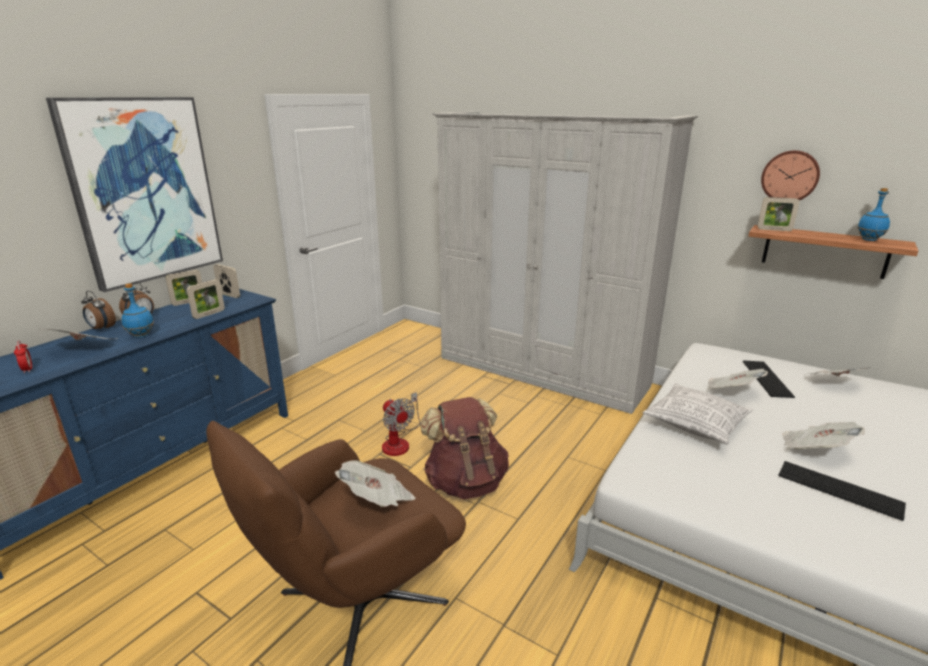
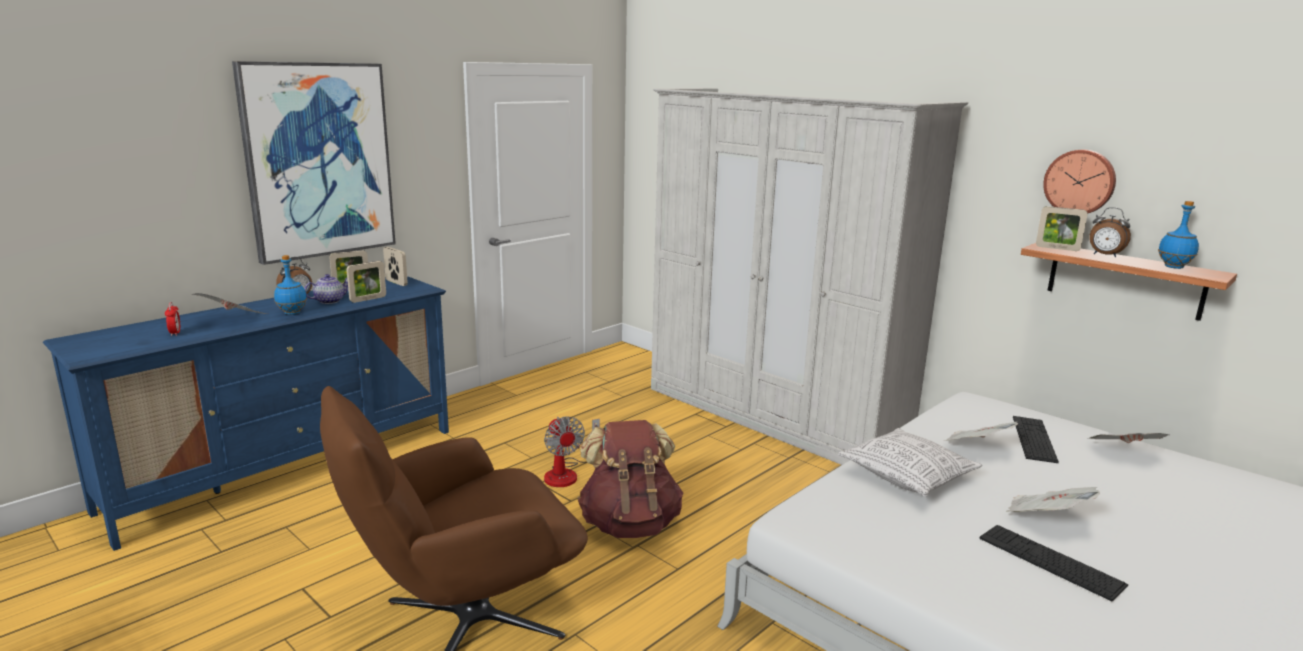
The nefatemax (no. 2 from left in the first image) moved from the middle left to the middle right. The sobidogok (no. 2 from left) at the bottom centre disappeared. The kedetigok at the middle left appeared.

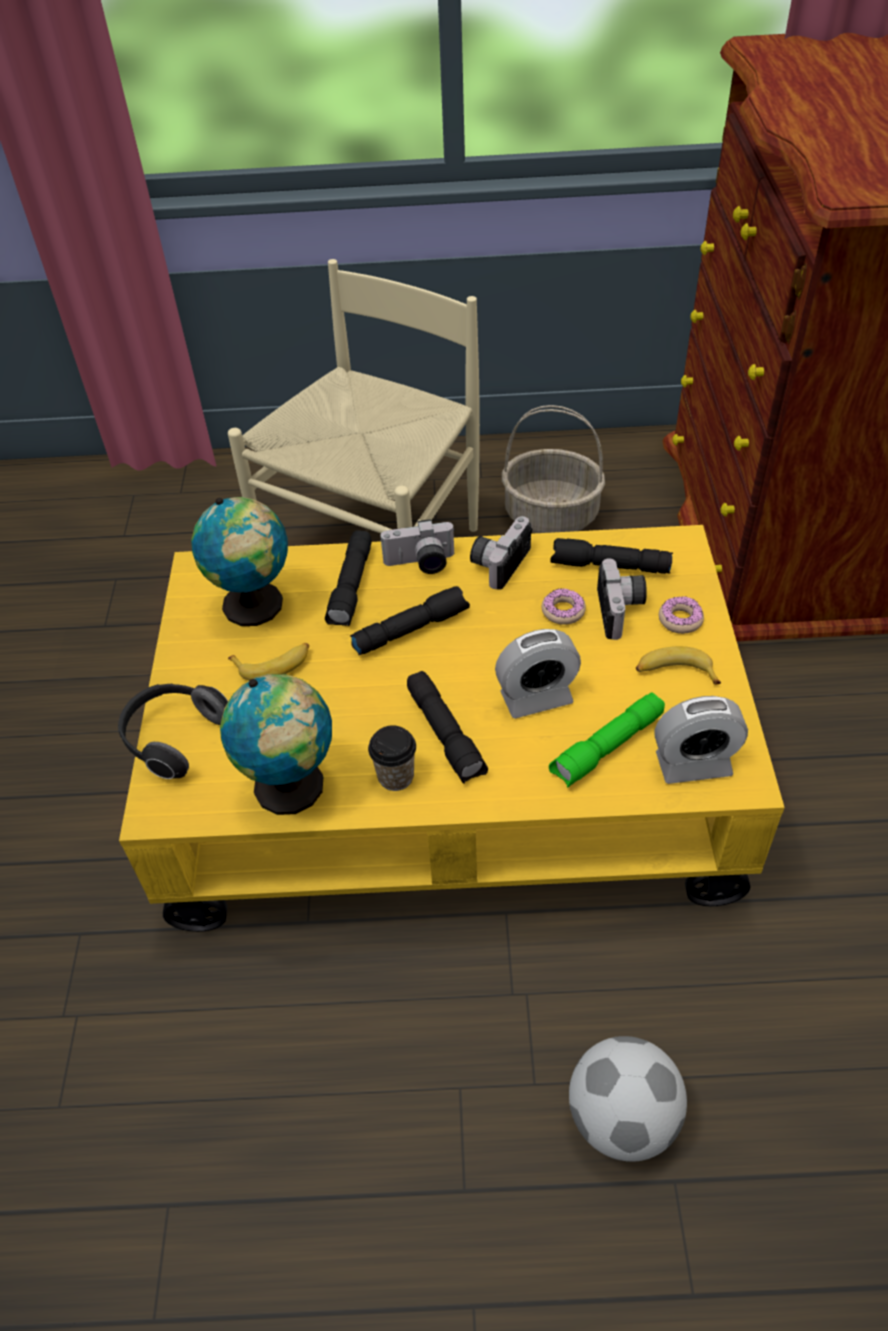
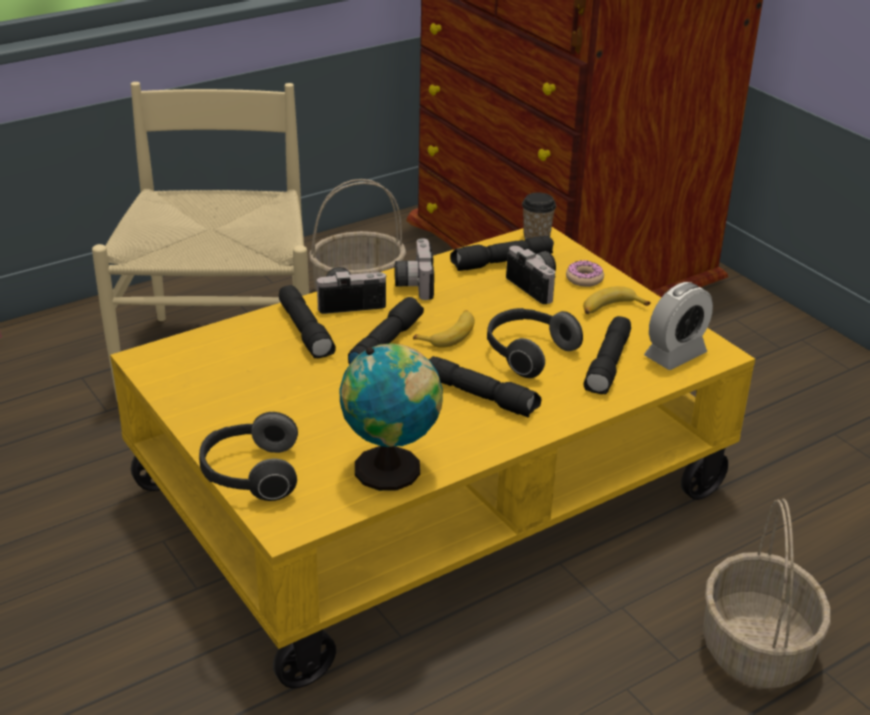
The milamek (no. 1 from left) at the middle left disappeared. The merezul (no. 1 from left) moved from the middle left to the centre. The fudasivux moved from the centre to the top centre. The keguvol (no. 1 from left) at the centre turned 150 degrees counterclockwise. The nefatemax (no. 1 from left) at the centre was replaced by the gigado (no. 2 from left) at the centre. The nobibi (no. 1 from left) at the centre disappeared. The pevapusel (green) at the middle right became the pevapusel (black) (no. 5 from left) at the middle right. The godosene at the bottom right was replaced by the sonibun (no. 2 from left) at the bottom right.

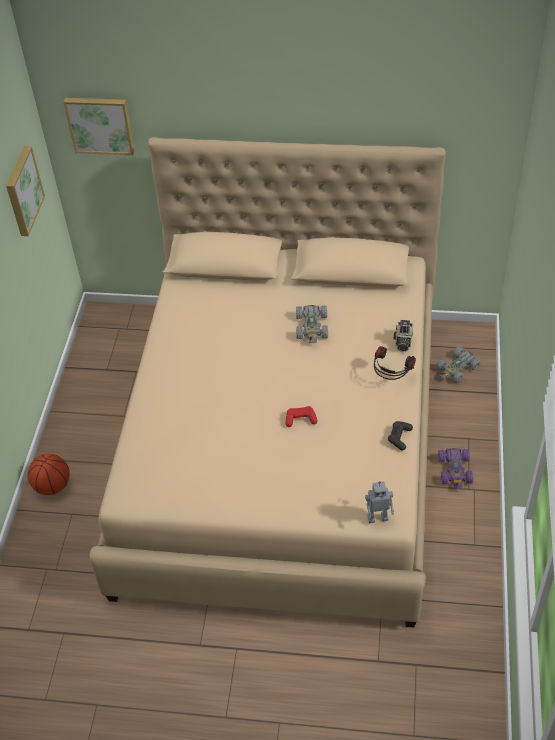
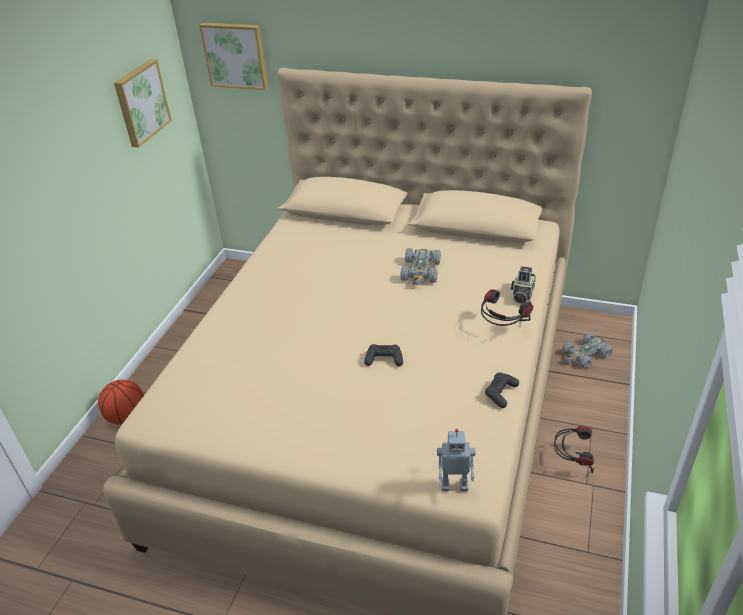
The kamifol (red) at the centre became the kamifol (black) (no. 1 from left) at the centre. The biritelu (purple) at the middle right was replaced by the gigado (no. 2 from left) at the bottom right.

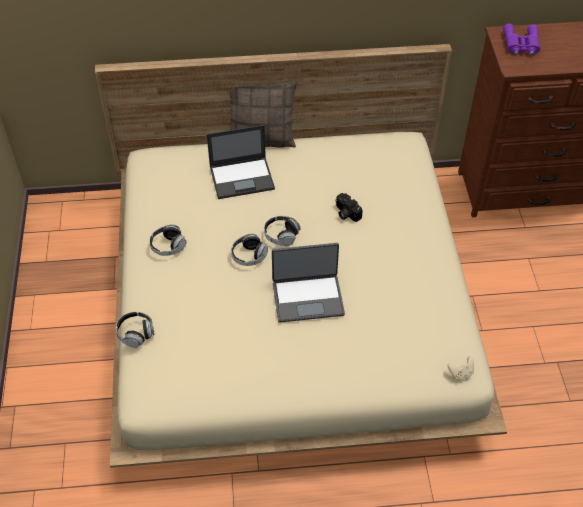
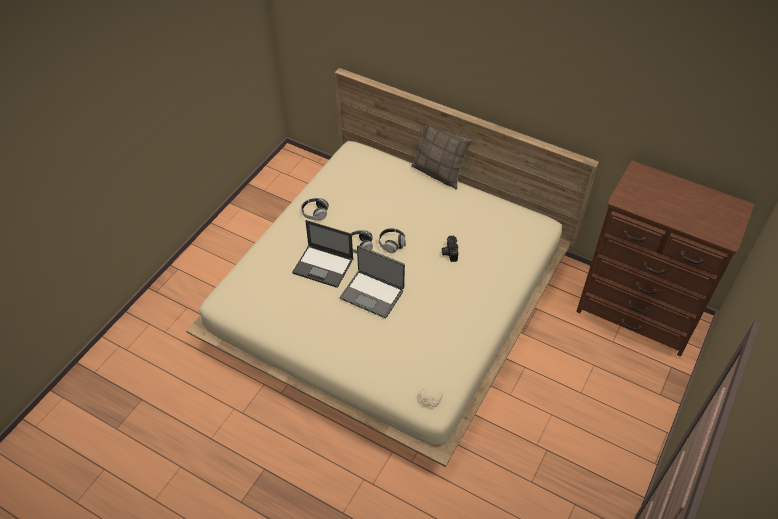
The gigado (no. 1 from left) at the middle left disappeared. The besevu (no. 1 from left) moved from the top centre to the centre. The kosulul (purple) at the top right disappeared.

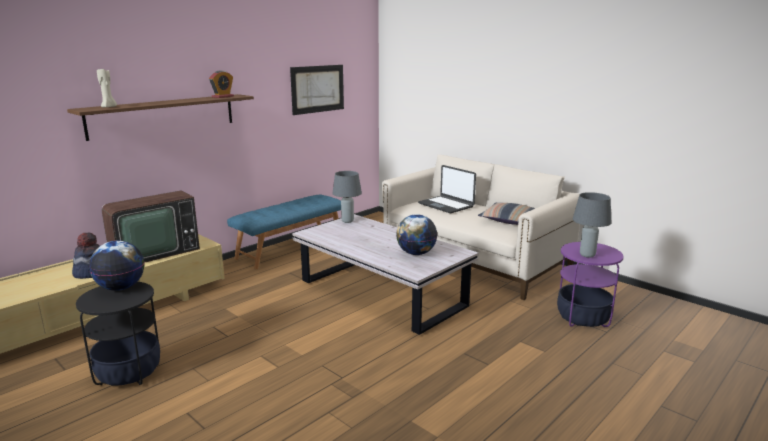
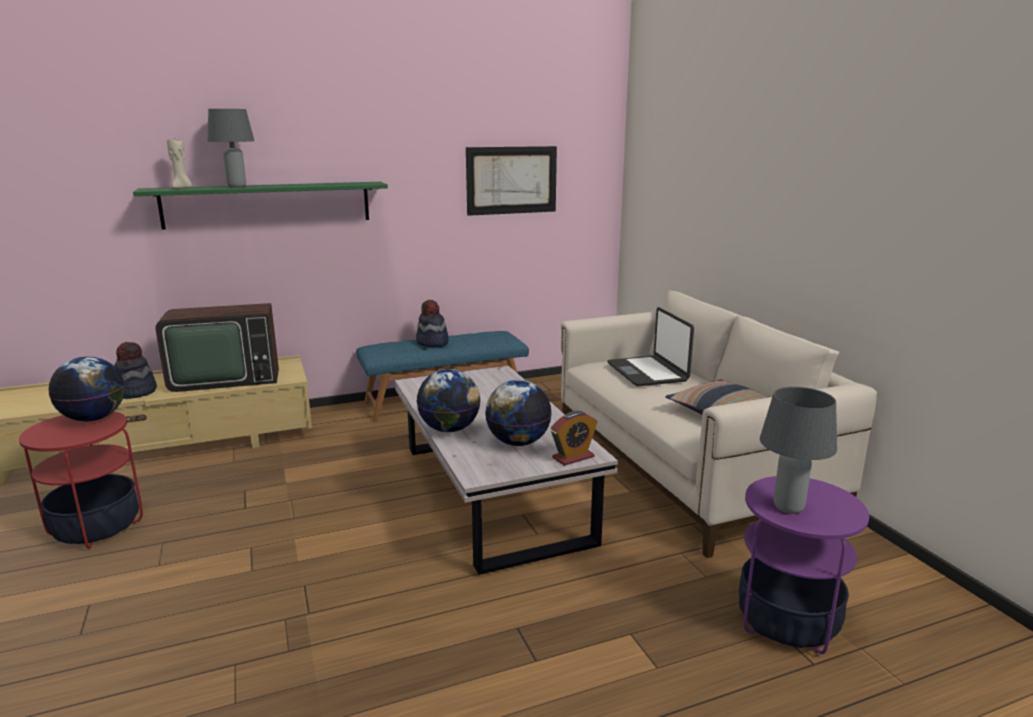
The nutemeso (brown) at the top left became the nutemeso (green) at the top left. The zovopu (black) at the bottom left became the zovopu (red) at the bottom left. The nefatemax moved from the top left to the centre. The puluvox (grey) (no. 1 from left) moved from the centre to the top left. The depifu (no. 2 from left) at the centre appeared. The milamek (no. 2 from left) at the centre appeared.

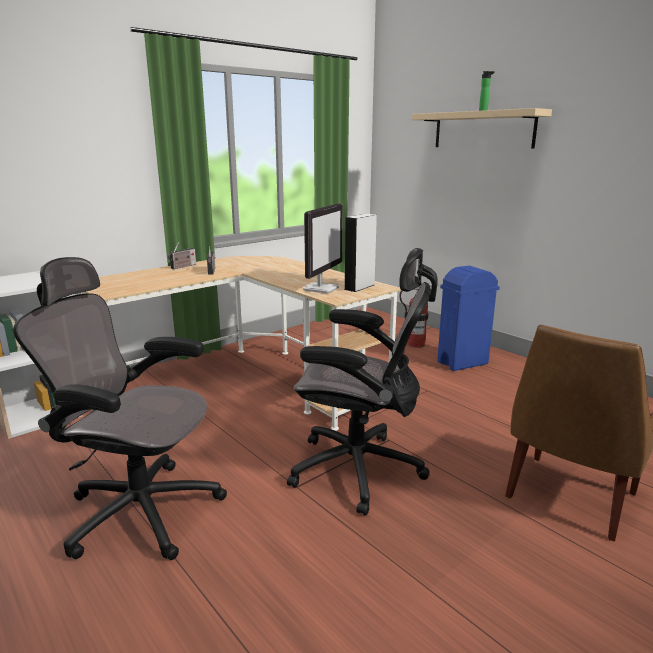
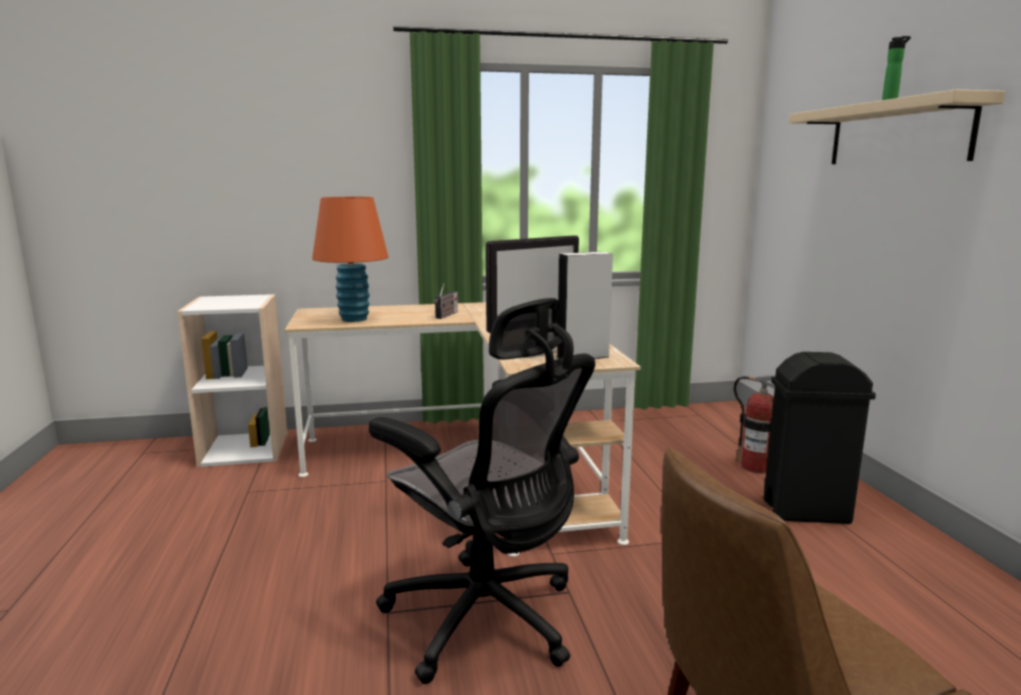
The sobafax (no. 1 from left) at the middle left disappeared. The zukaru (no. 1 from left) at the middle left disappeared. The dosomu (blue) at the middle right became the dosomu (black) at the middle right. The puluvox (orange) at the centre appeared.

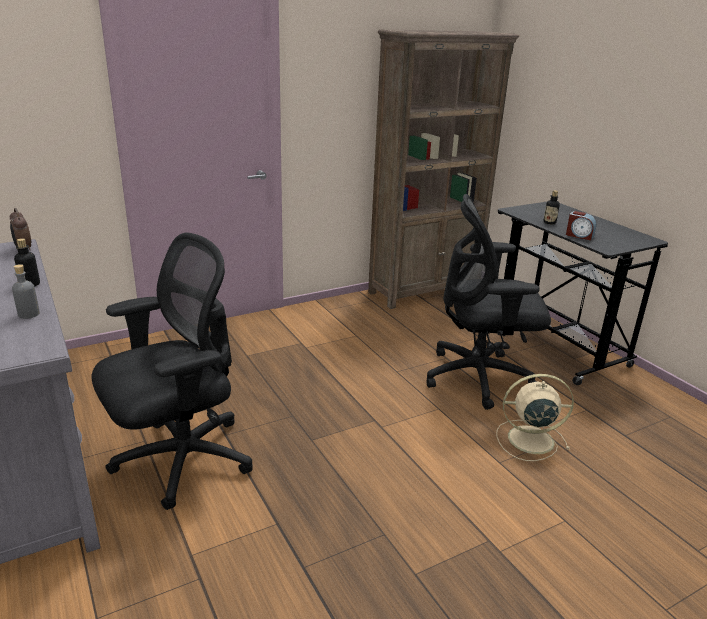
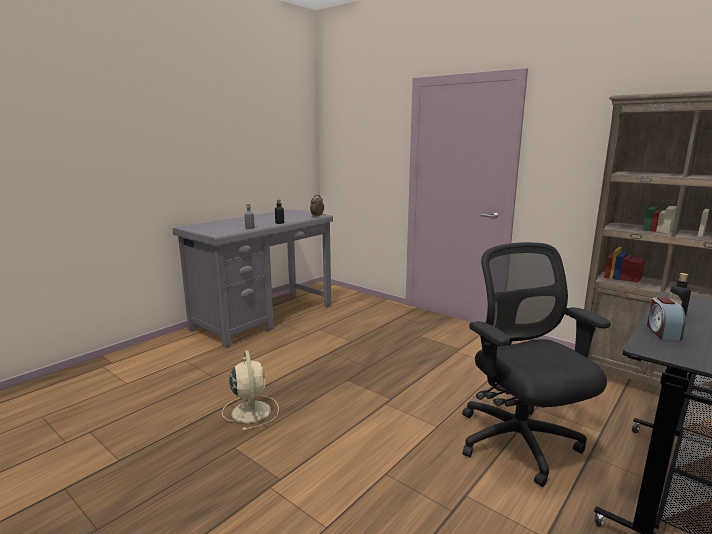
The sobafax (black) (no. 1 from left) at the middle left disappeared. The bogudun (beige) moved from the bottom right to the bottom centre.

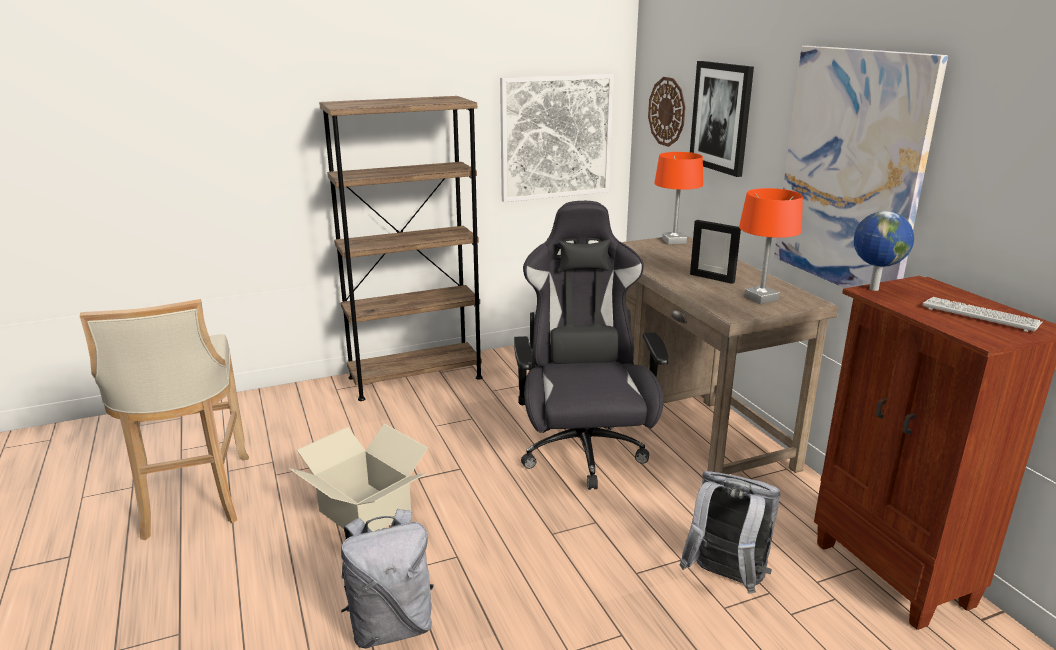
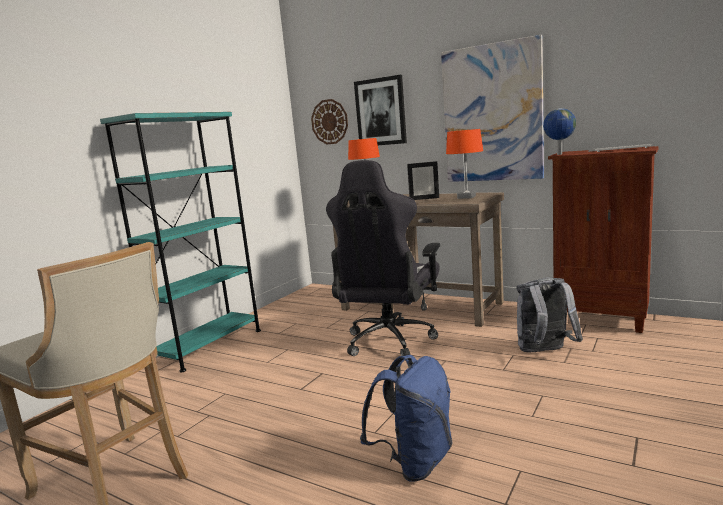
The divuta at the bottom centre disappeared. The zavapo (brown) at the centre became the zavapo (turquoise) at the middle left. The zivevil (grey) (no. 1 from left) at the bottom centre became the zivevil (blue) at the bottom centre. The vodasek (no. 1 from left) at the top centre disappeared. The sobafax (black) at the centre turned 120 degrees counterclockwise.

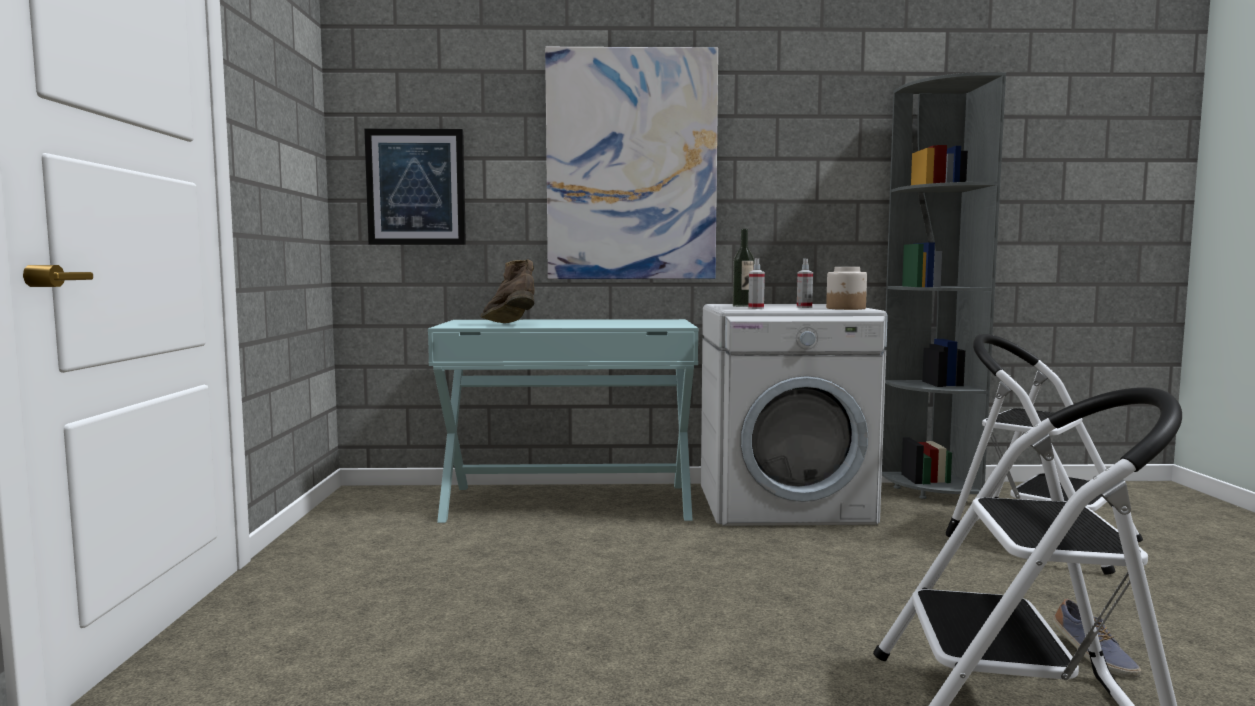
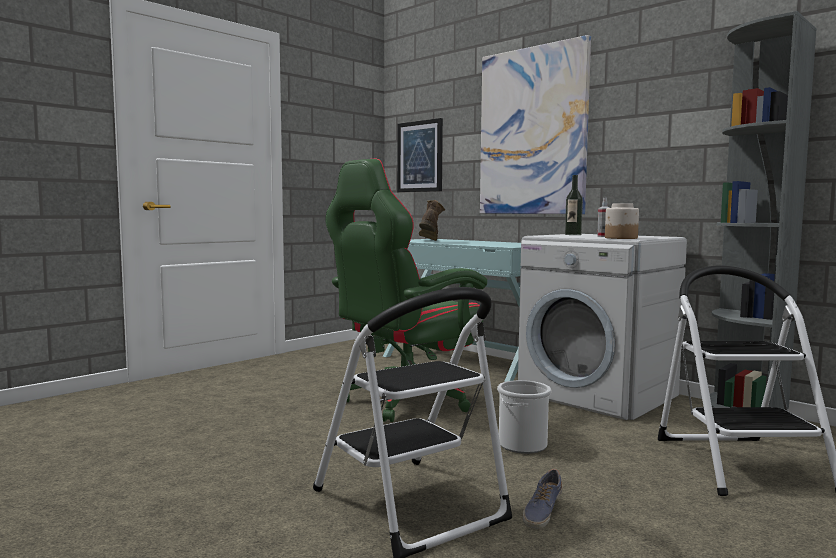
The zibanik (no. 1 from left) at the centre disappeared. The sobafax (green) at the centre appeared. The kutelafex at the bottom centre appeared.

